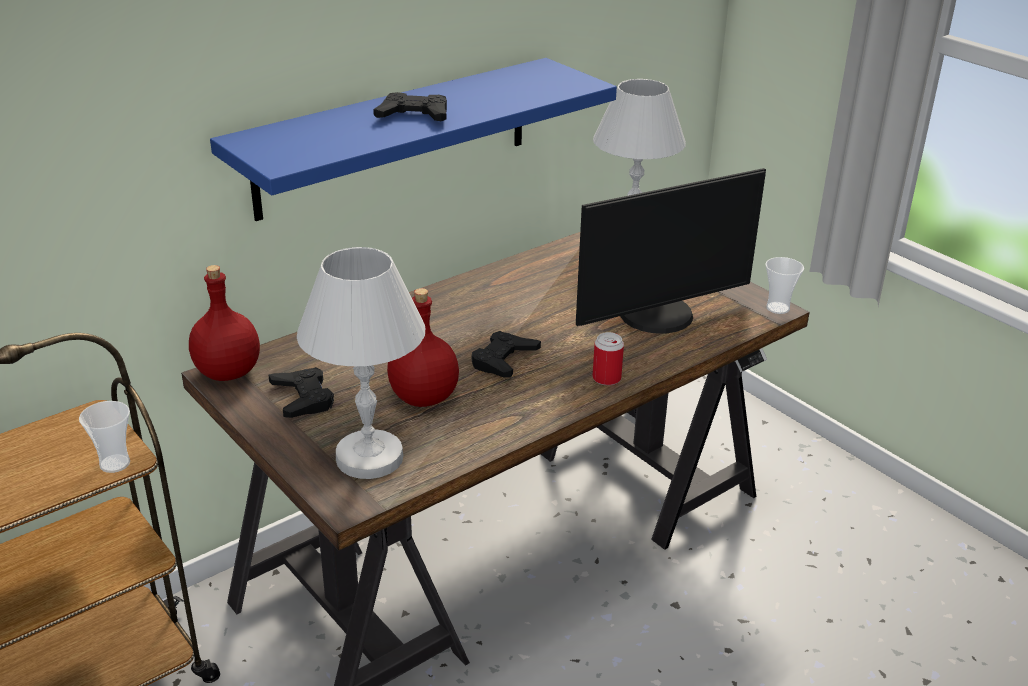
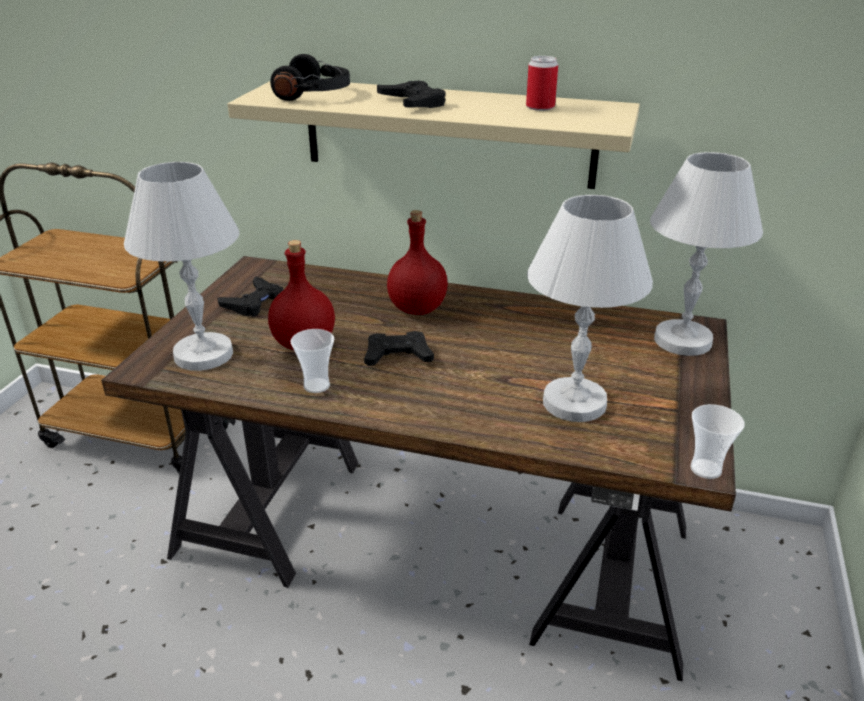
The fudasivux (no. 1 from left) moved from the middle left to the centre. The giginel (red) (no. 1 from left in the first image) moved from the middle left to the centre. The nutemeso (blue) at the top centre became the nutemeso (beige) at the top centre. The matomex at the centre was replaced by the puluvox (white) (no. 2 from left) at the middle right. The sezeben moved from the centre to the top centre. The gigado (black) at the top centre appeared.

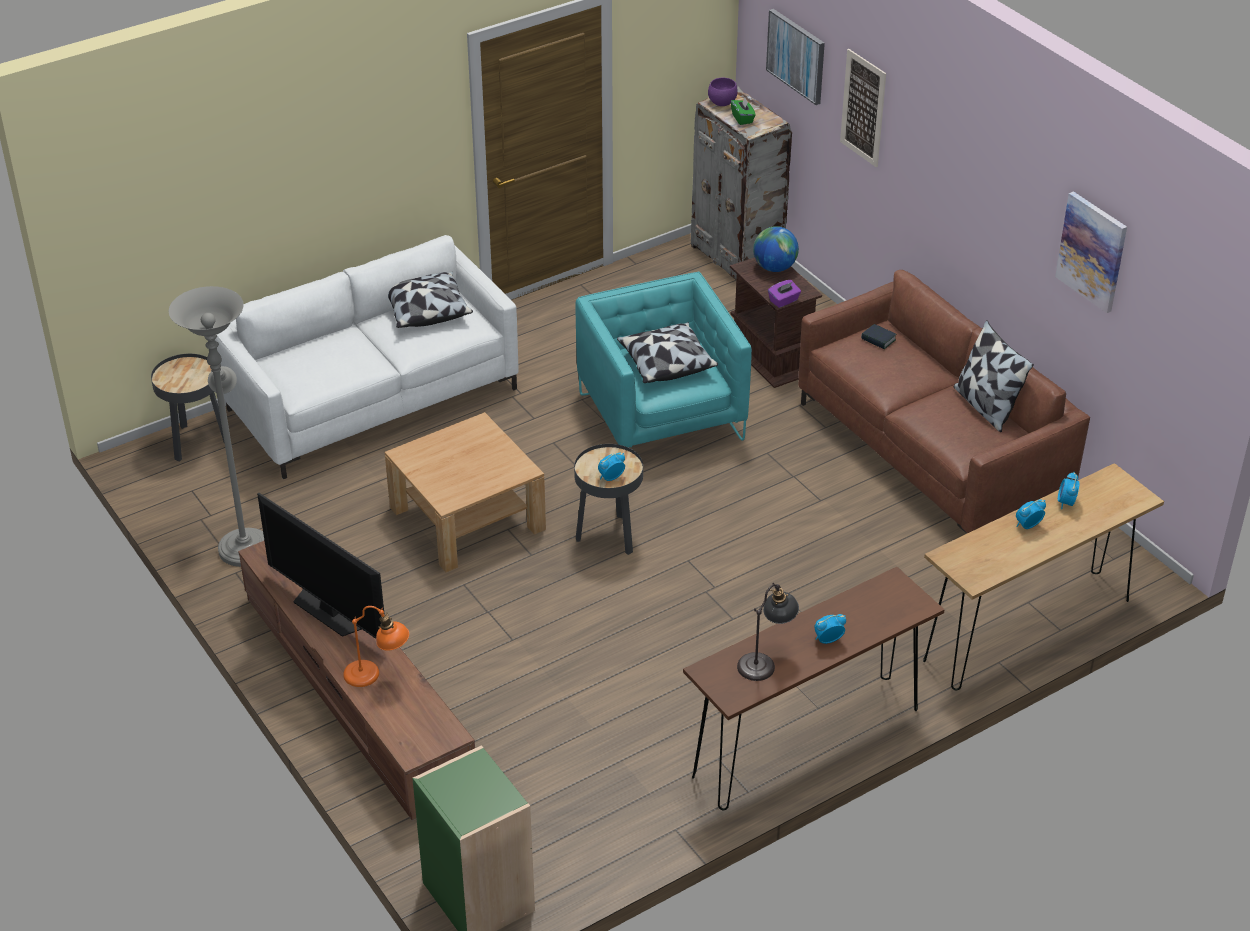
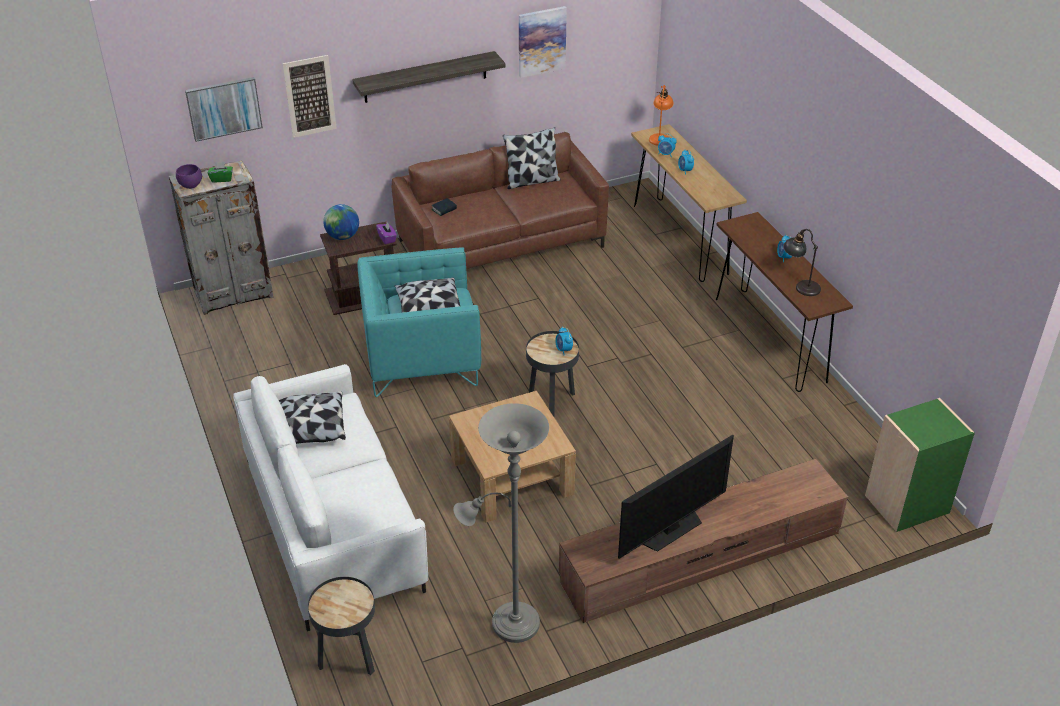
The puluvox (orange) moved from the bottom left to the top centre. The nutemeso at the top centre appeared.

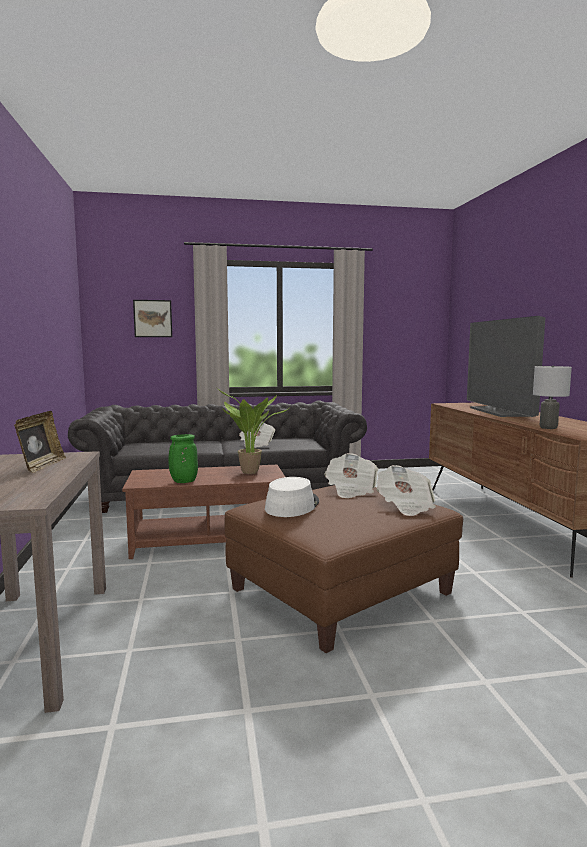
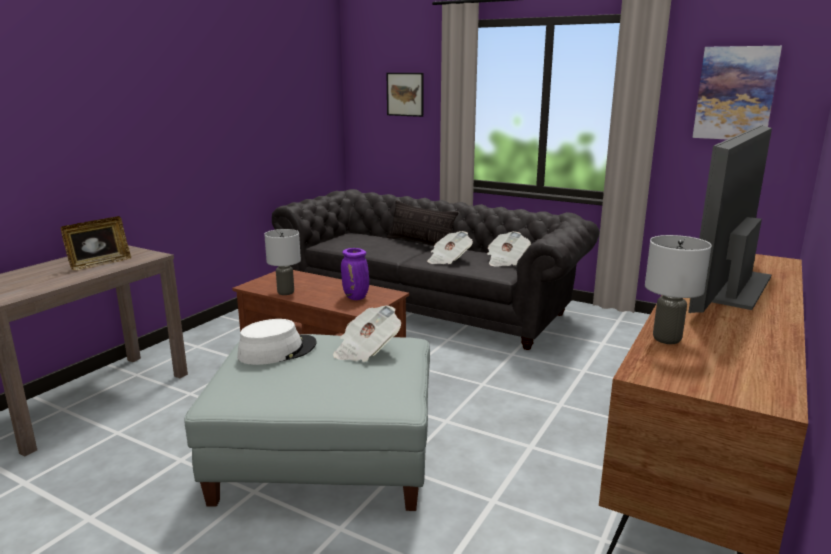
The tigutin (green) at the middle left was replaced by the puluvox (white) (no. 1 from left) at the centre. The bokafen at the centre was replaced by the tigutin (purple) at the centre. The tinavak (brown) at the bottom centre became the tinavak (grey) at the bottom centre. The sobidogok (no. 3 from left) moved from the middle right to the centre. The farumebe at the centre appeared. The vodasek (no. 2 from left) at the top right appeared.

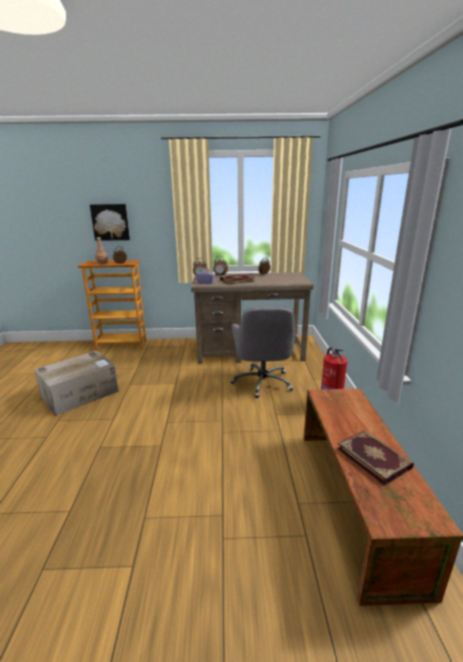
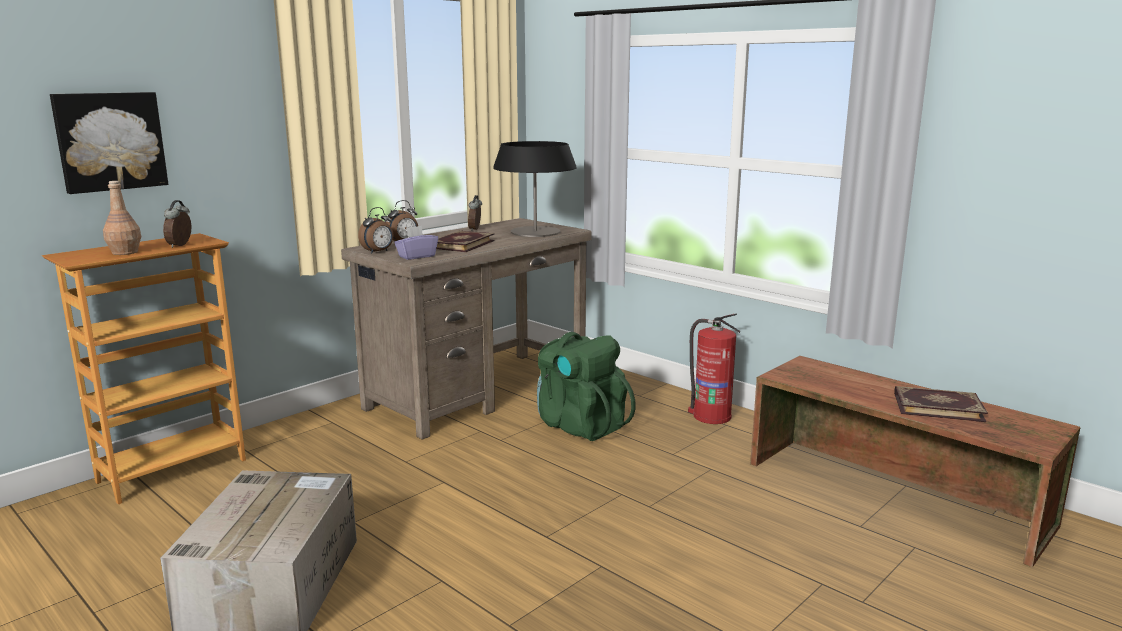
The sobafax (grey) at the centre was replaced by the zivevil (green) at the centre. The puluvox at the top centre appeared.

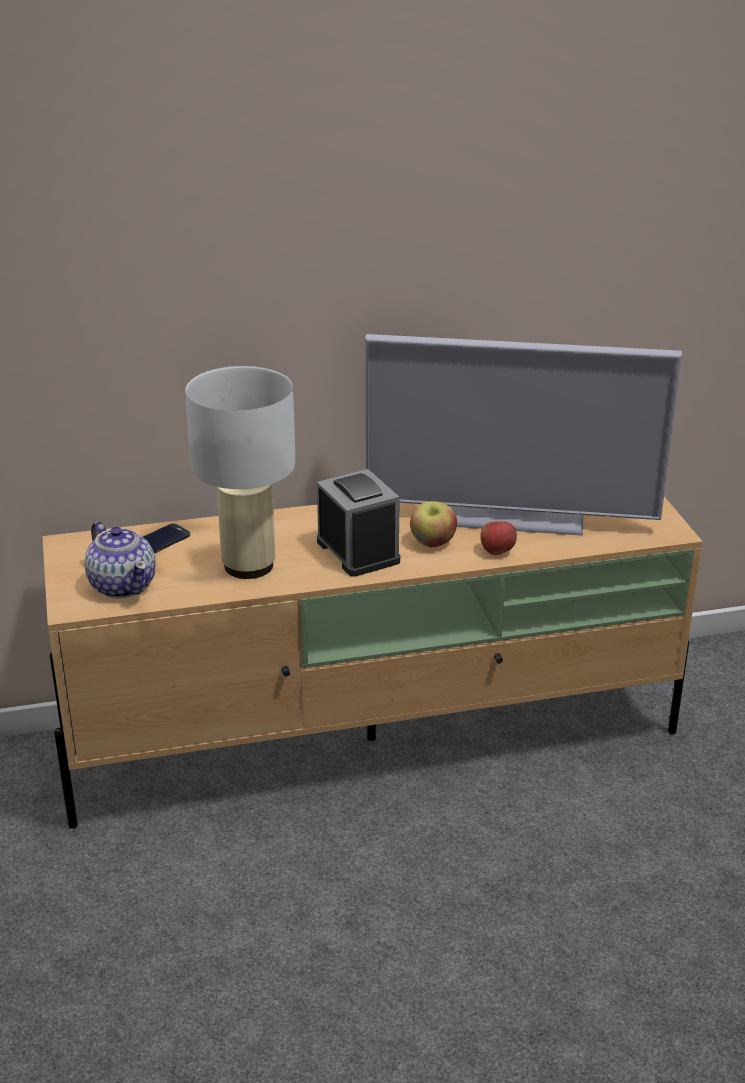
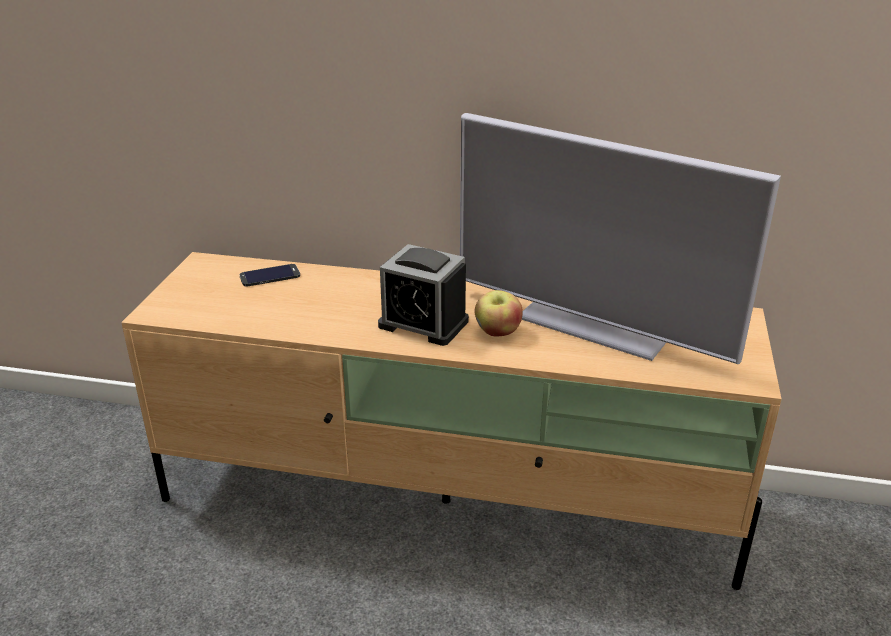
The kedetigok at the middle left disappeared. The puluvox (white) at the middle left disappeared. The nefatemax at the centre turned 120 degrees clockwise. The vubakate (no. 2 from left) at the middle right disappeared.

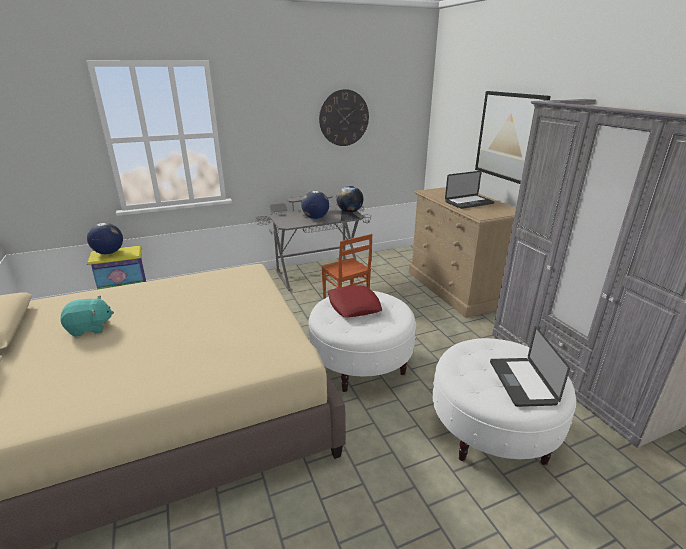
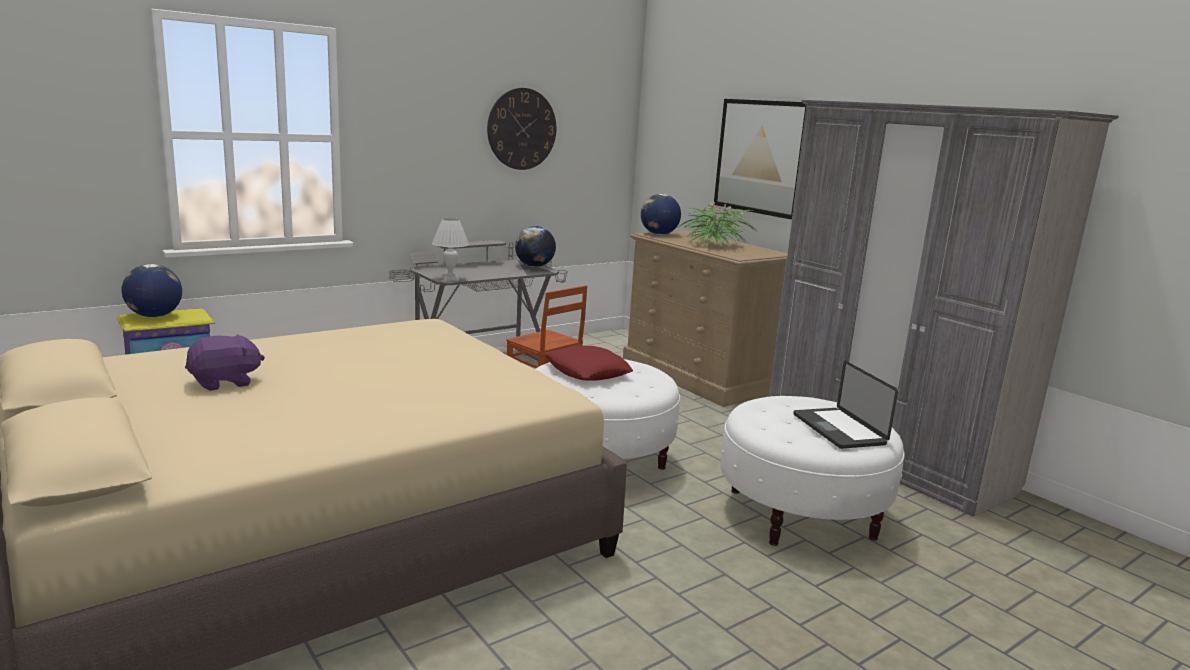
The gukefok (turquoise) at the middle left became the gukefok (purple) at the middle left. The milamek (no. 2 from left in the first image) moved from the centre to the top centre. The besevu (no. 1 from left) at the middle right was replaced by the bokafen at the centre. The puluvox (white) at the centre appeared.

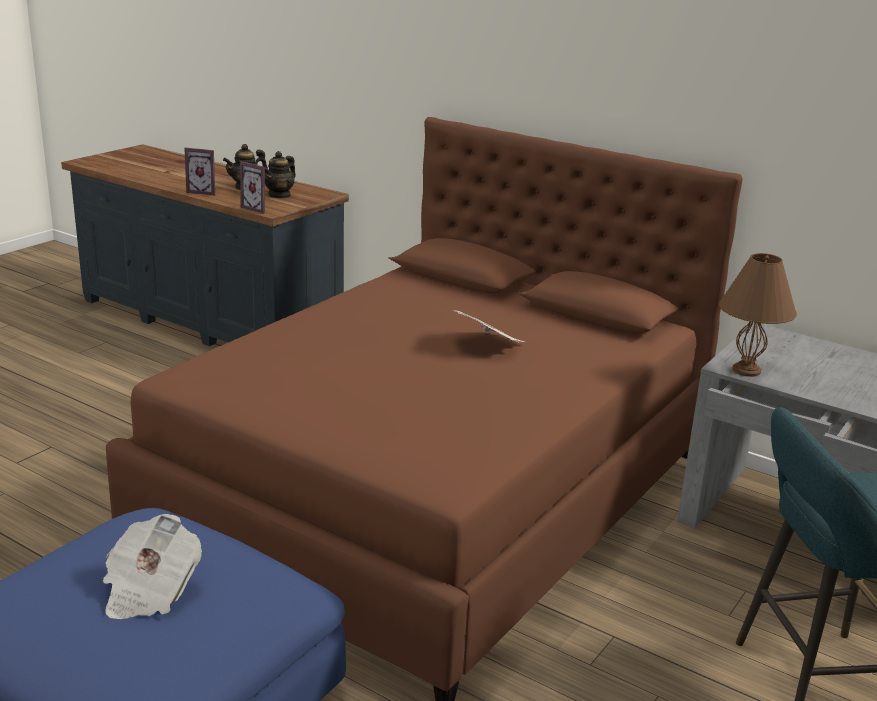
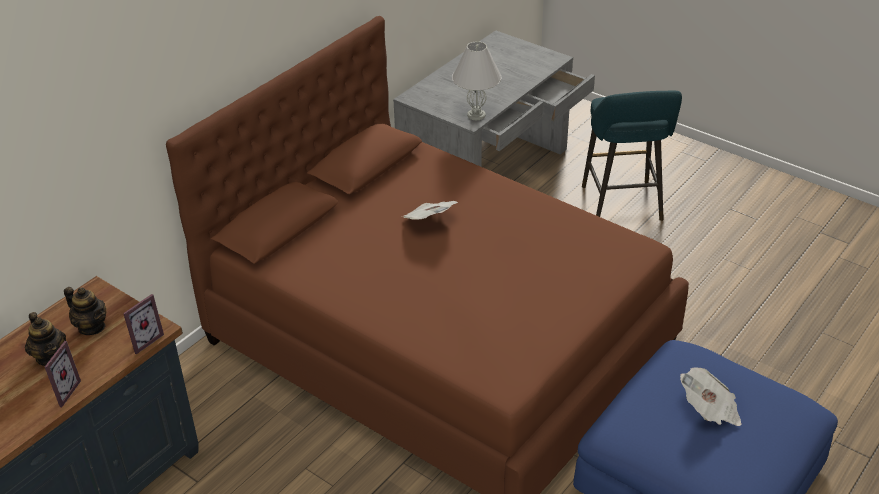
The puluvox (brown) at the middle right became the puluvox (white) at the top centre.

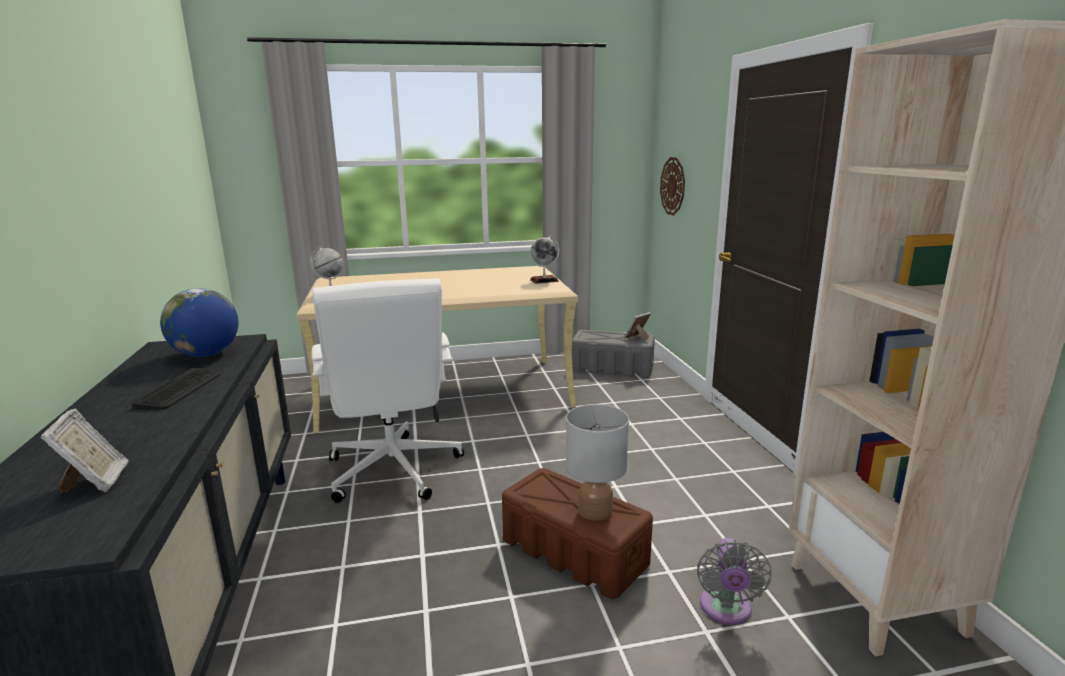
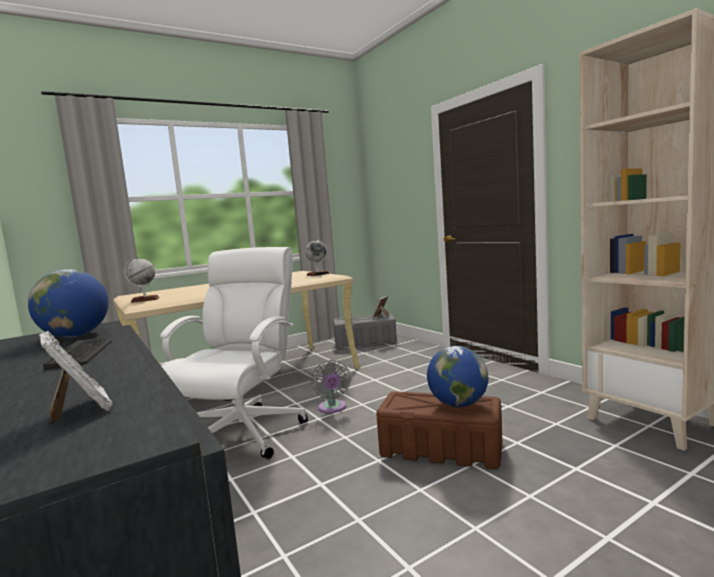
The sobafax (white) at the centre turned 120 degrees counterclockwise. The puluvox (grey) at the bottom centre was replaced by the milamek (no. 4 from left) at the centre. The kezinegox at the top centre disappeared. The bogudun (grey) moved from the bottom right to the bottom centre.

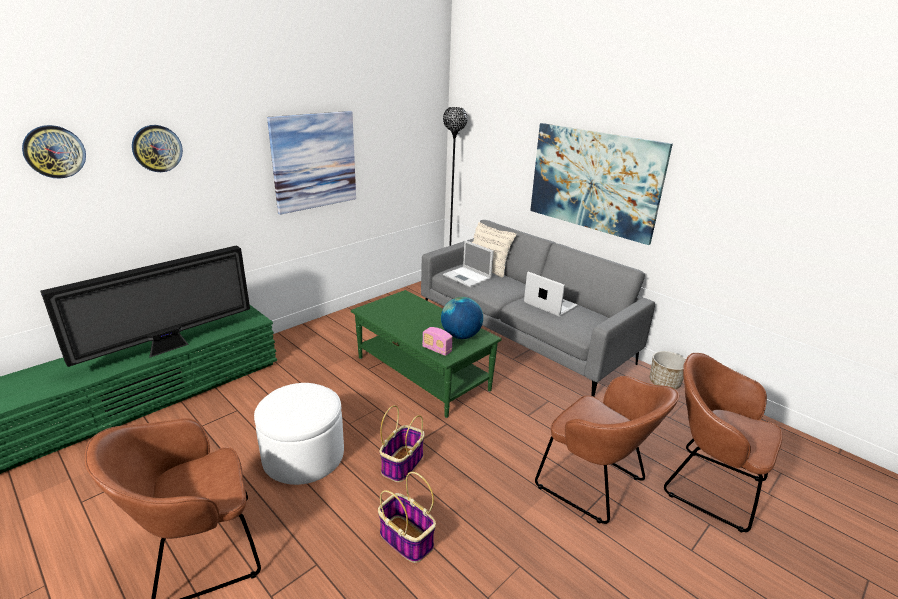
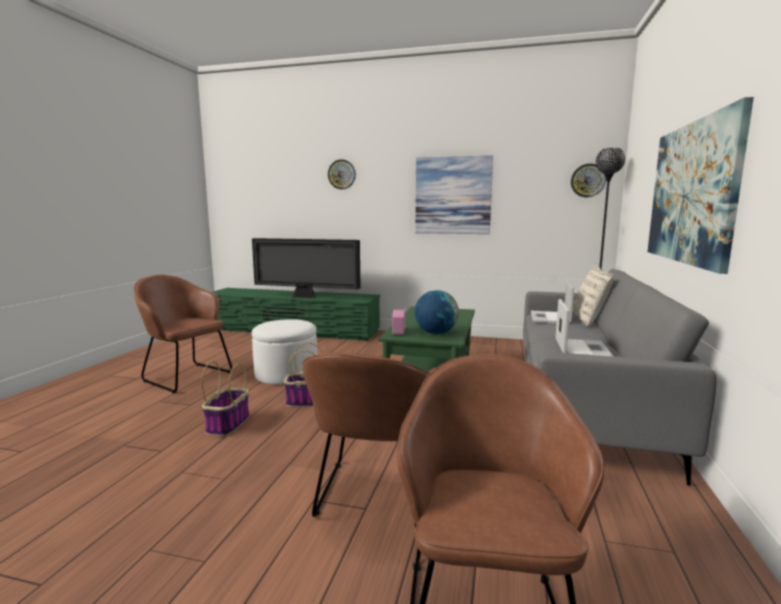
The kezinegox (no. 1 from left in the first image) moved from the top left to the top right. The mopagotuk at the middle right disappeared.

